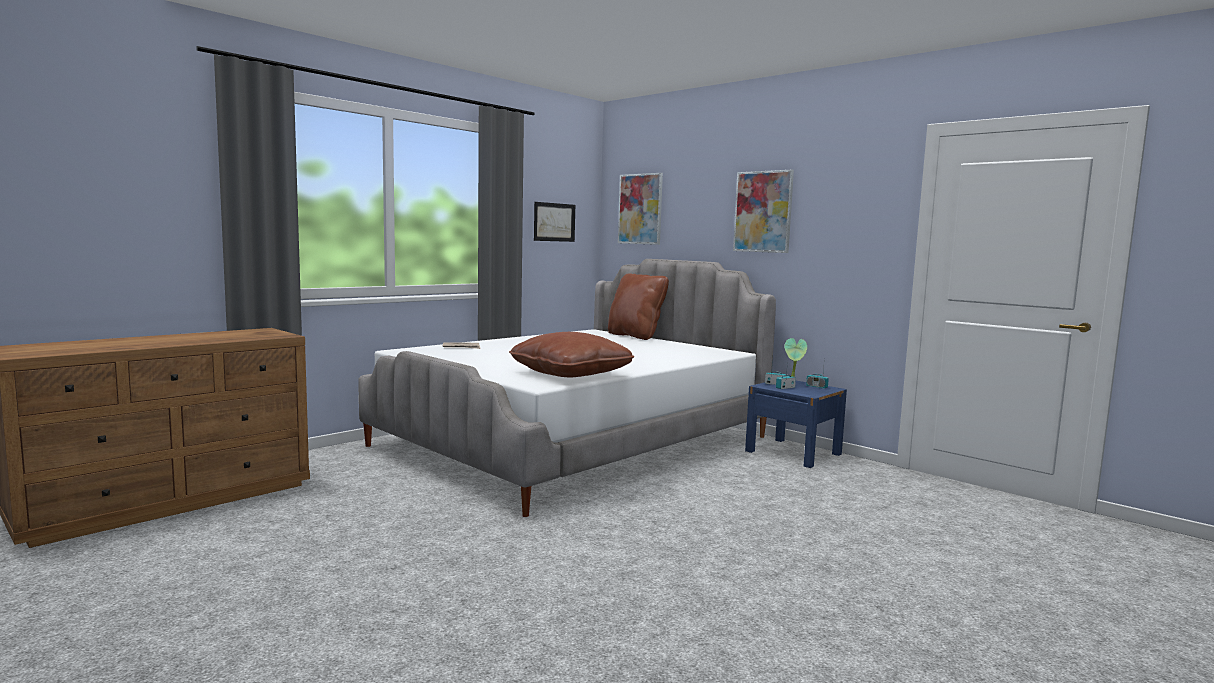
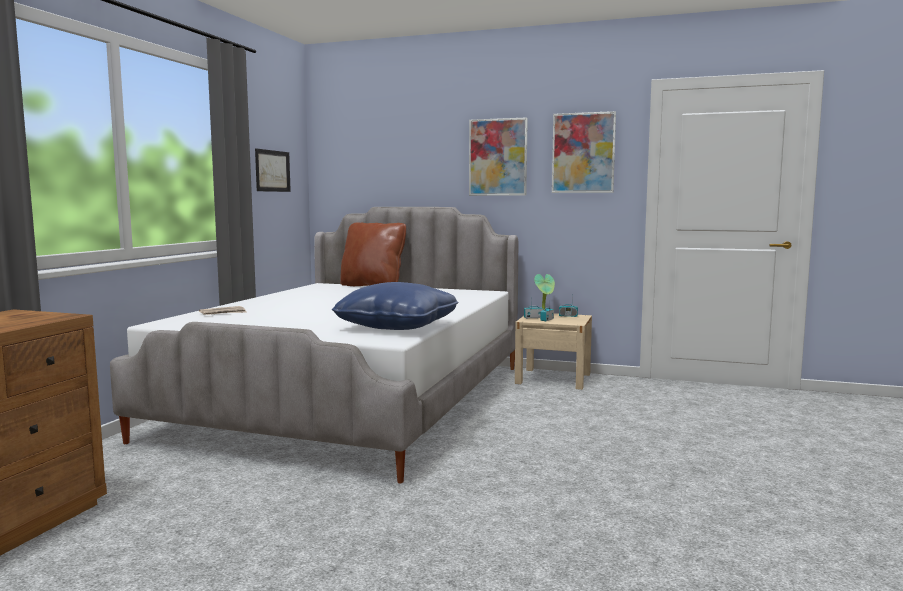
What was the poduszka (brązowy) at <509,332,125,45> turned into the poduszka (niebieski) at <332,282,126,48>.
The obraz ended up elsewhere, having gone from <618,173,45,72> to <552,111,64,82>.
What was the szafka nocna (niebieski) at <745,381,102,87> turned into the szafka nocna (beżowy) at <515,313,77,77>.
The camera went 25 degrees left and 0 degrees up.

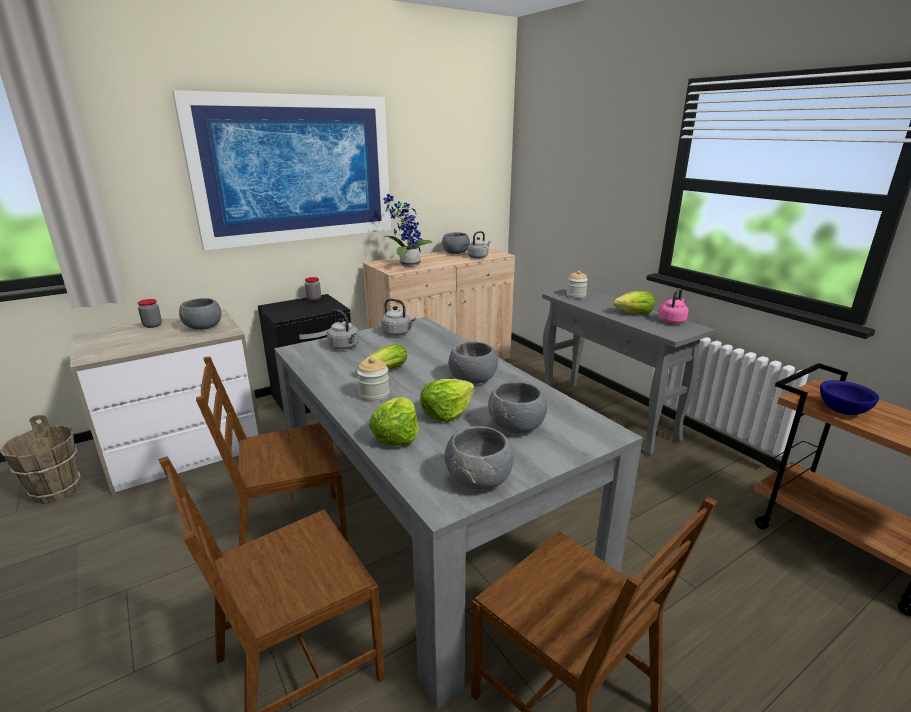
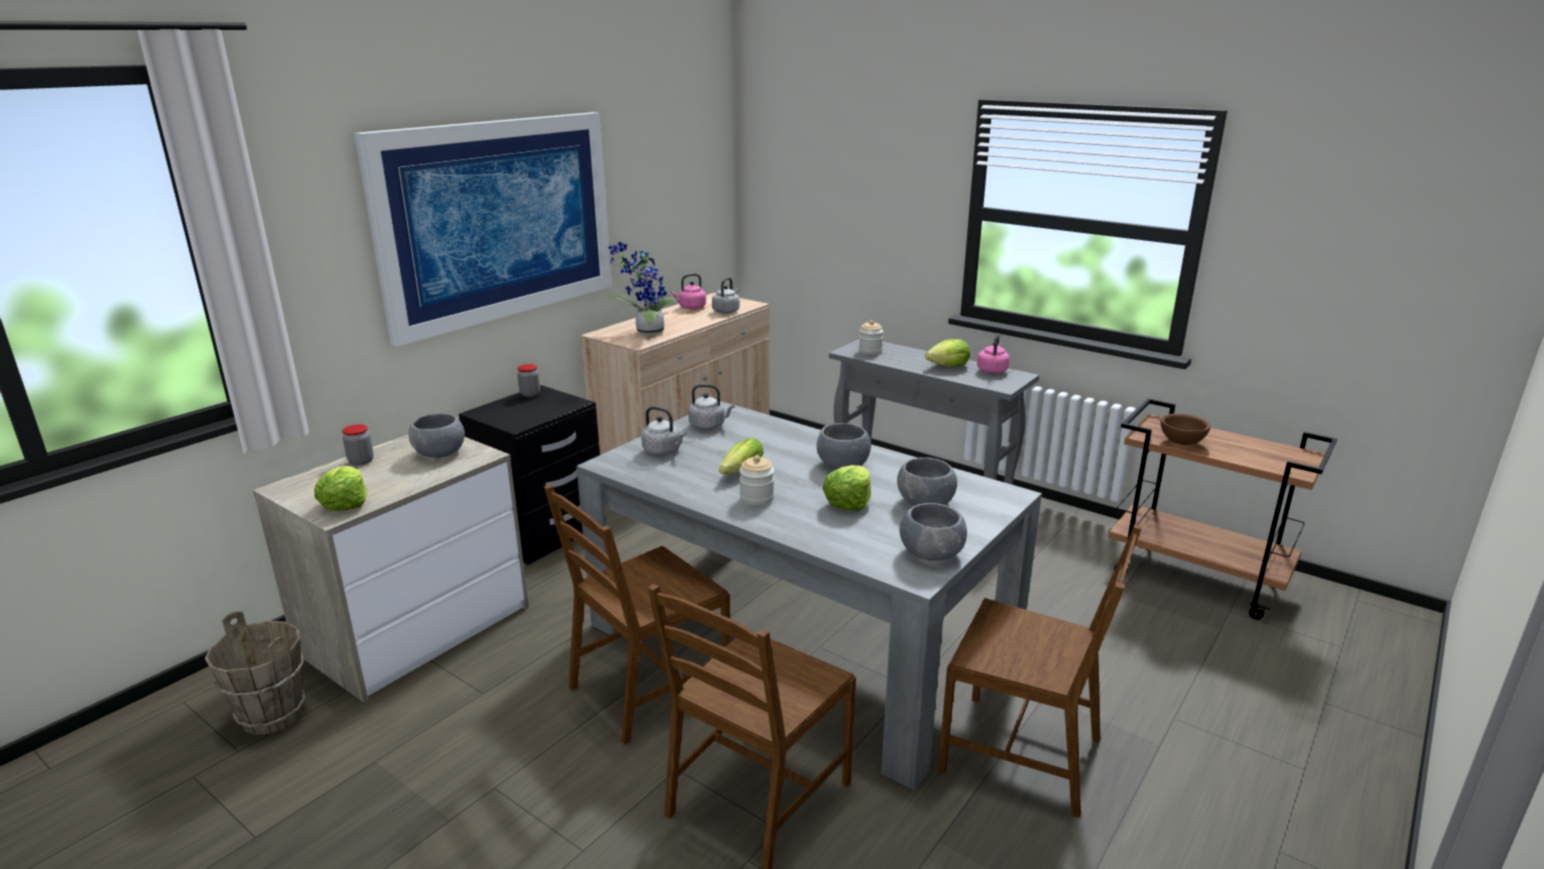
The sałata ended up elsewhere, having gone from <369,397,50,49> to <314,466,53,45>.
Where the miska (szary) stood at <442,232,28,22>, the czajnik (różowy) came to stand at <671,274,35,35>.
What was the miska (niebieski) at <820,380,59,35> turned into the miska (brązowy) at <1160,413,51,32>.
The camera went 20 degrees left and 0 degrees up.

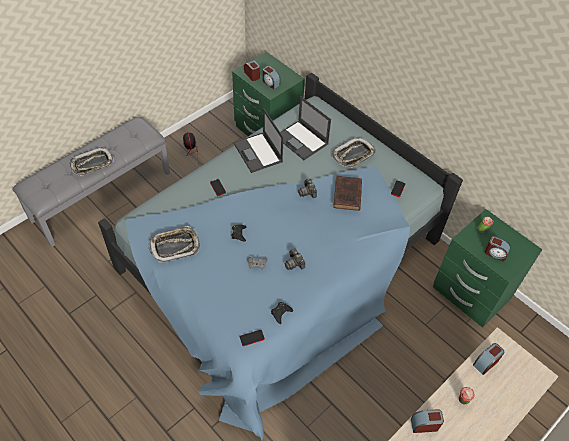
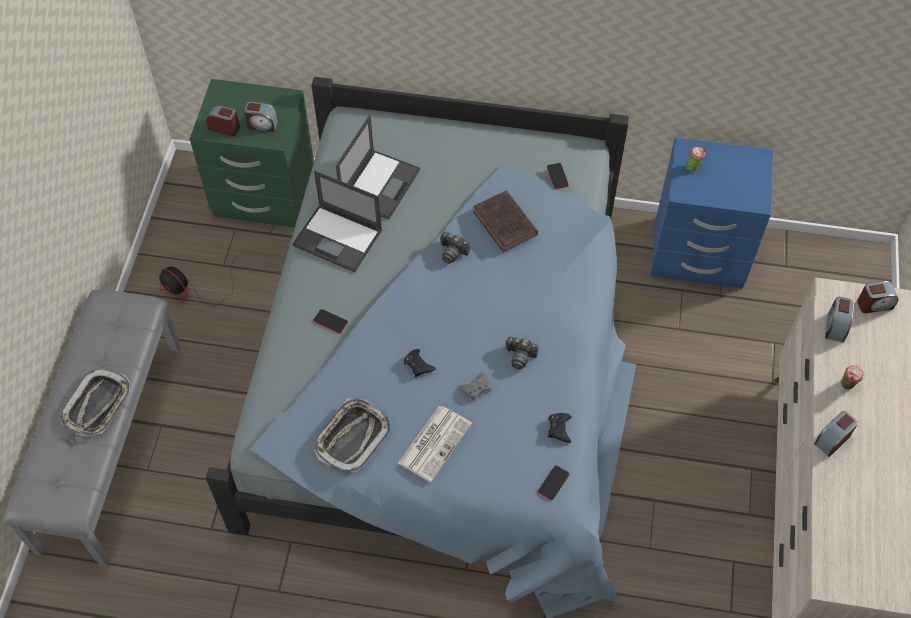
The laptop at <280,96,51,64> ended up facing another way, 75 degrees counterclockwise from before.
The second view lost the taca at <332,137,44,31>.
What was the szafka nocna (zielony) at <433,209,109,119> turned into the szafka nocna (niebieski) at <650,137,123,152>.
The budzik ended up elsewhere, having gone from <485,236,25,26> to <857,281,42,32>.
The second view gained the gazeta at <398,406,74,76>.
The camera went 35 degrees left and 5 degrees up.

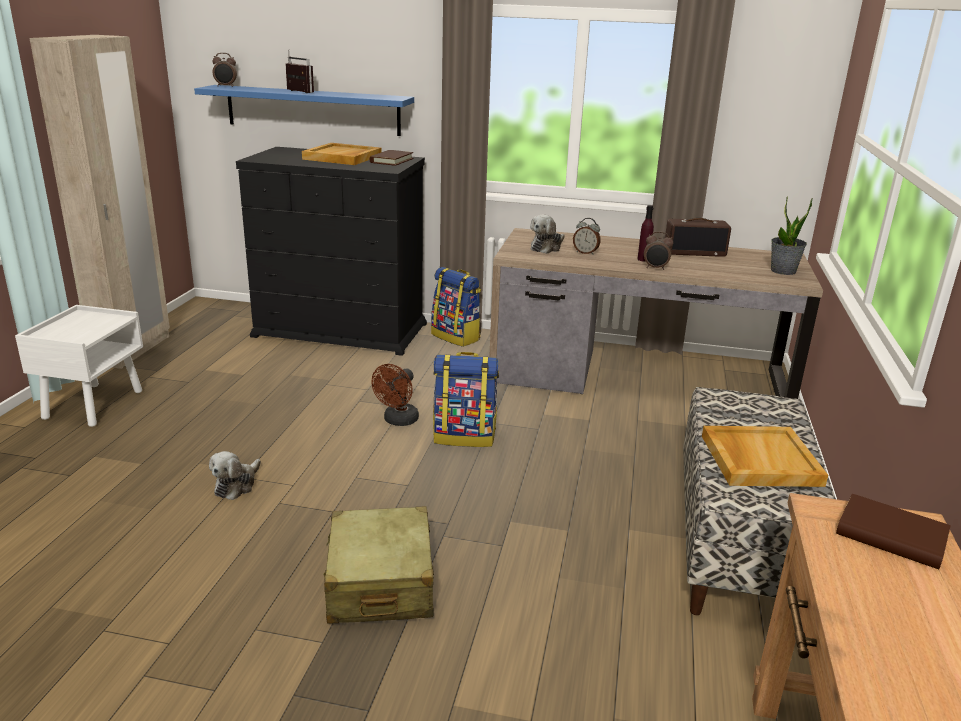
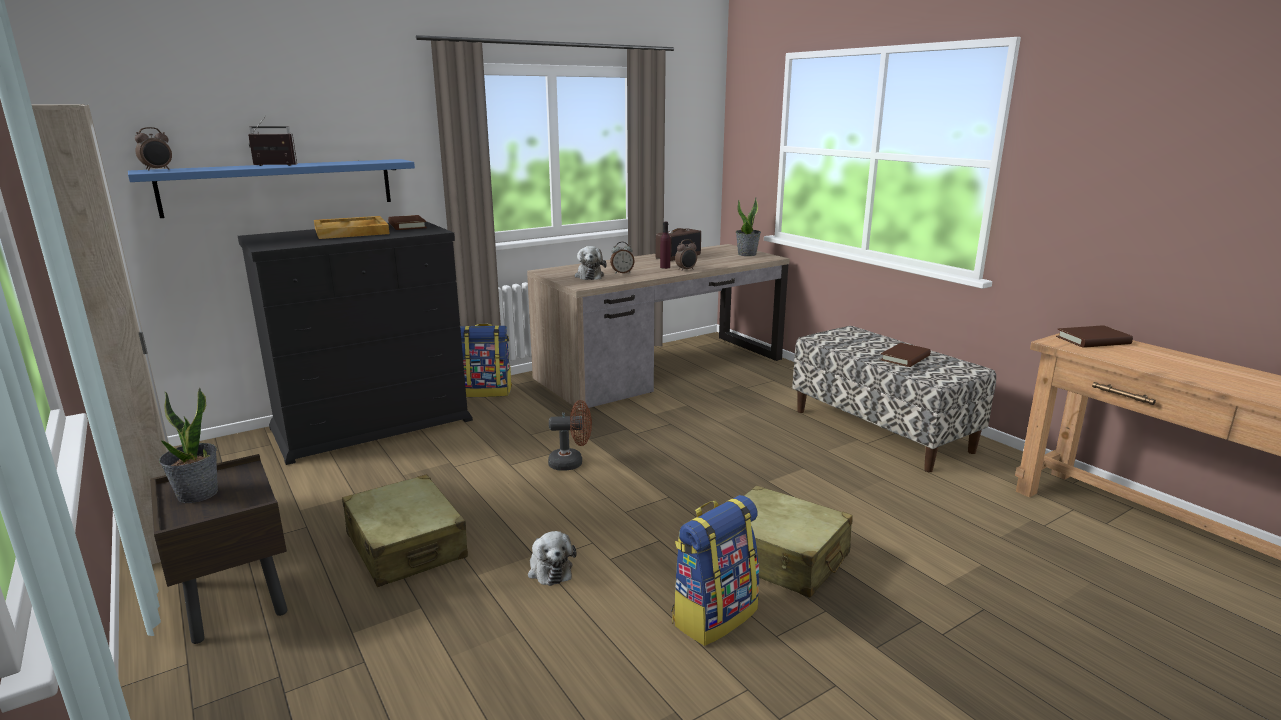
What was the szafka nocna (biały) at <15,305,128,122> turned into the szafka nocna (brązowy) at <150,454,137,190>.
The wentylator (brązowy) at <371,364,48,62> ended up facing another way, 75 degrees counterclockwise from before.
The plecak ended up elsewhere, having gone from <433,352,66,95> to <671,495,88,151>.
Where the taca (beżowy) stood at <702,426,126,61>, the książka (brązowy) came to stand at <880,343,51,24>.
The second view gained the roślina doniczkowa at <159,388,59,115>.
The second view gained the walizka (beżowy) at <342,474,126,113>.
The camera went 45 degrees left and 5 degrees down.

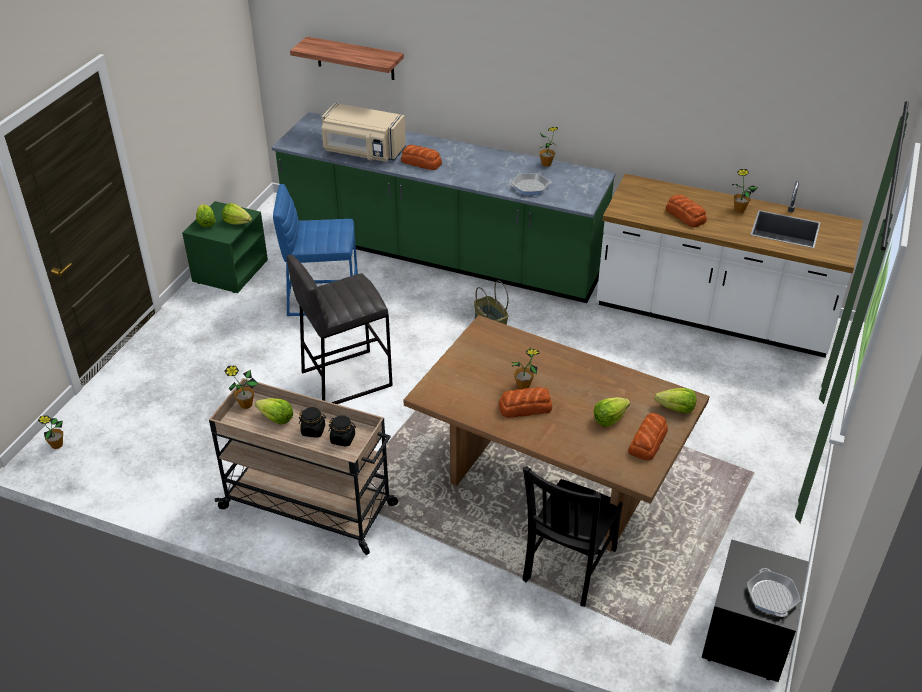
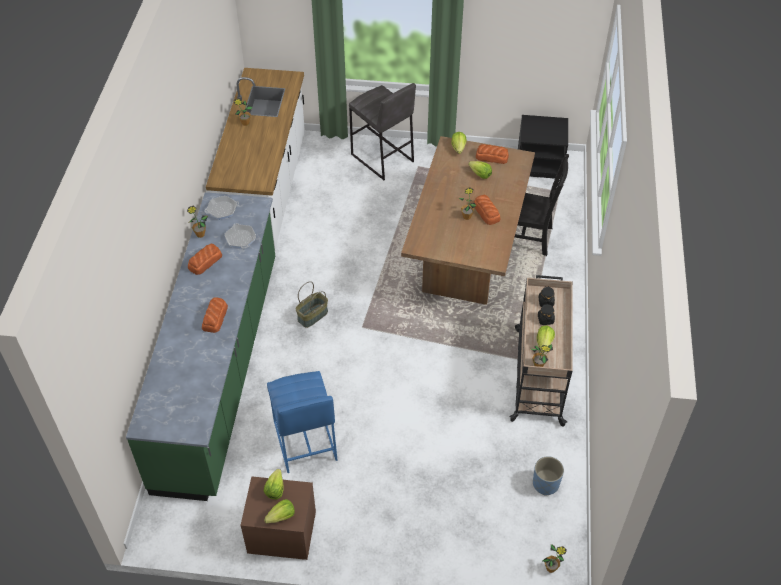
What was the szafka nocna (zielony) at <182,201,86,92> turned into the szafka nocna (brązowy) at <240,476,76,84>.
The stołek (szary) ended up elsewhere, having gone from <287,254,106,150> to <349,83,67,97>.
The second view lost the półka at <290,36,114,44>.
The second view lost the mikrofalówka (beżowy) at <322,103,84,59>.
The chleb ended up elsewhere, having gone from <666,194,41,33> to <188,243,34,32>.
The patelnia ended up elsewhere, having gone from <747,568,54,49> to <205,196,34,24>.
The second view gained the donica (niebieski) at <533,456,31,40>.
The camera went 105 degrees left and 10 degrees up.

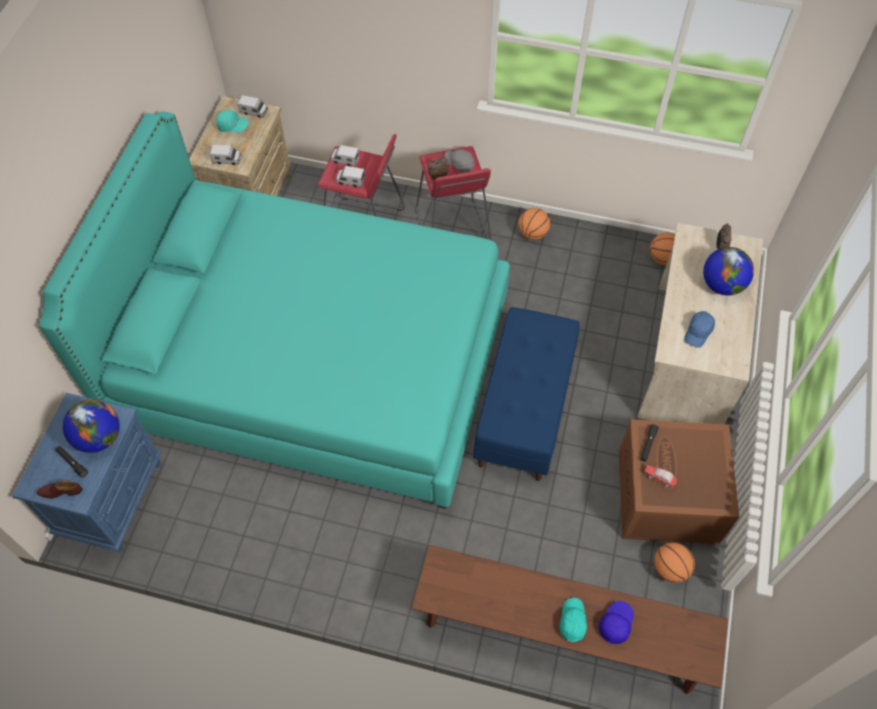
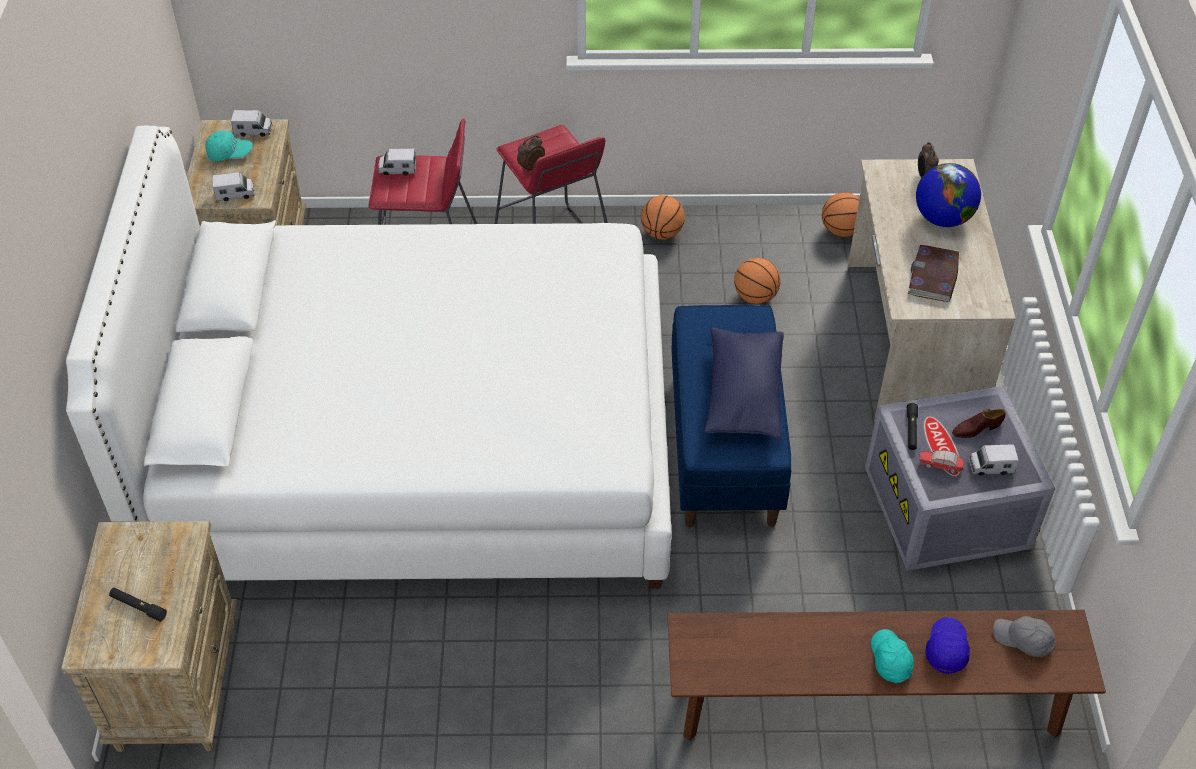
What was the szafka nocna (niebieski) at <12,393,150,159> turned into the szafka nocna (beżowy) at <61,521,176,231>.
The but (brązowy) ended up elsewhere, having gone from <37,480,46,19> to <952,409,53,29>.
What was the łóżko (turkusowy) at <39,111,471,398> turned into the łóżko (biały) at <66,126,605,463>.
The second view lost the globus at <63,399,57,54>.
The ciężarówka zabawkowa ended up elsewhere, having gone from <336,166,29,22> to <969,444,50,32>.
The czapka z daszkiem (szary) ended up elsewhere, having gone from <444,149,31,23> to <993,616,62,41>.
What was the pojemnik do przechowywania (brązowy) at <619,419,120,125> turned into the pojemnik do przechowywania (szary) at <865,386,190,185>.
The piłka do koszykówki ended up elsewhere, having gone from <654,542,41,41> to <734,258,47,46>.
Where the czapka z daszkiem (niebieski) stood at <684,311,31,37>, the książka came to stand at <908,245,51,57>.
The second view gained the poduszka (niebieski) at <704,327,80,112>.
The camera went 15 degrees left and 10 degrees down.

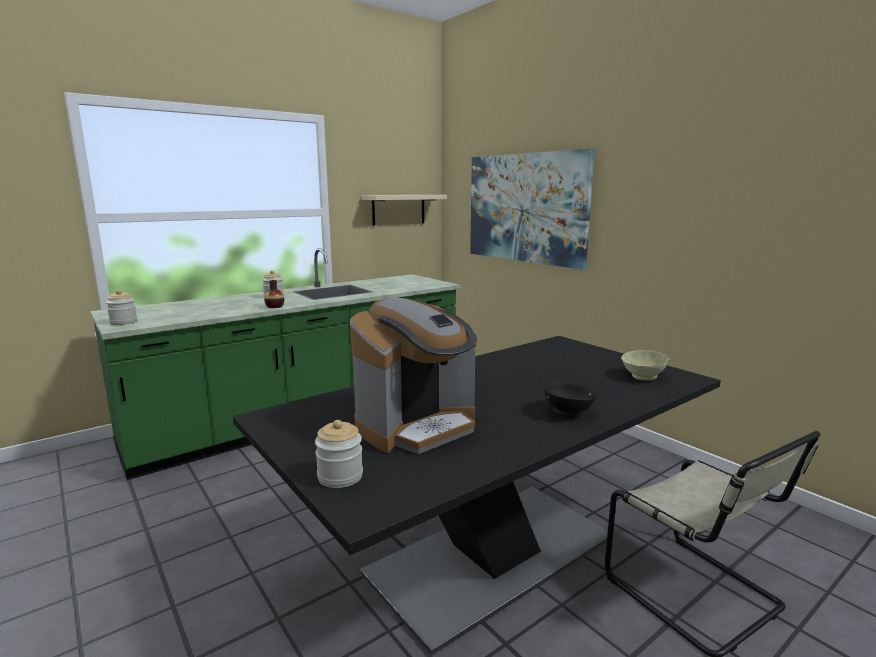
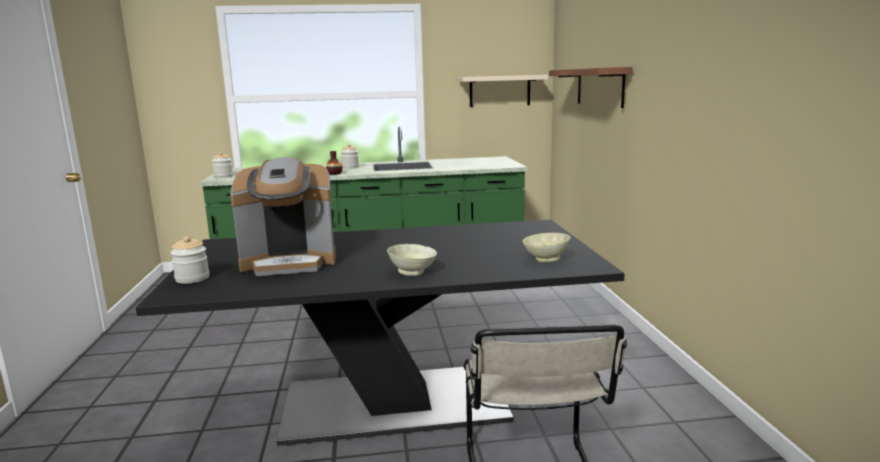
Where the obraz hung at <470,149,125,121>, the półka came to hang at <549,67,83,41>.
What was the miska (czarny) at <543,382,55,36> turned into the miska (beżowy) at <387,244,50,32>.
The camera went 30 degrees right and 0 degrees up.

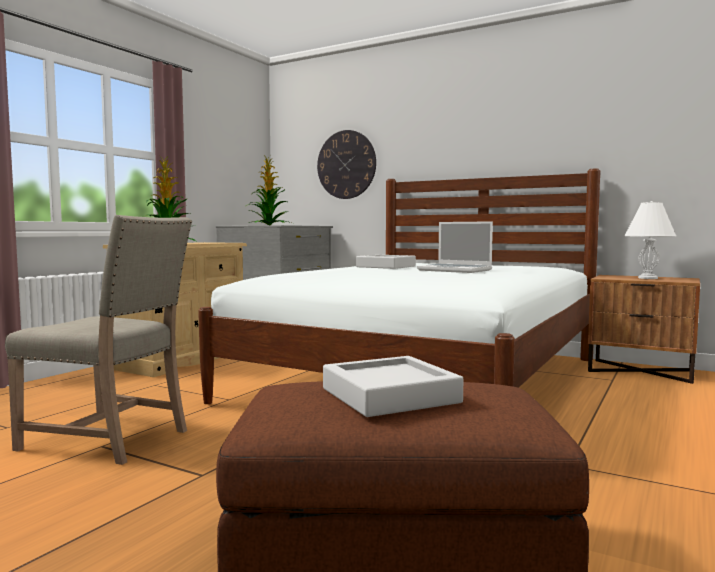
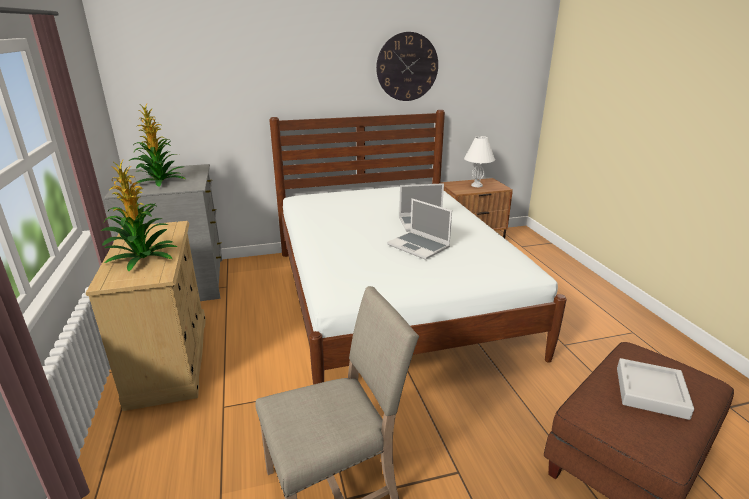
The zegar ścienny ended up elsewhere, having gone from <317,130,59,69> to <376,32,62,69>.
The second view lost the taca (szary) at <356,255,60,14>.
The second view gained the laptop at <387,198,65,62>.
The camera went 45 degrees left and 20 degrees up.

